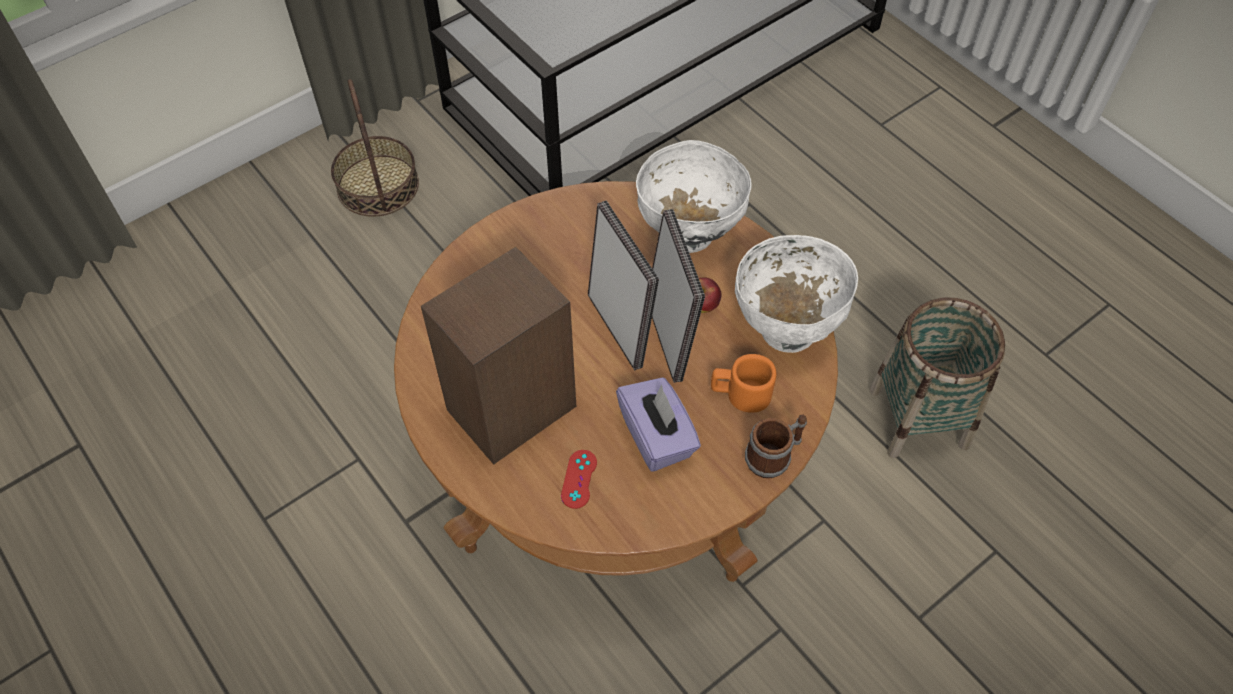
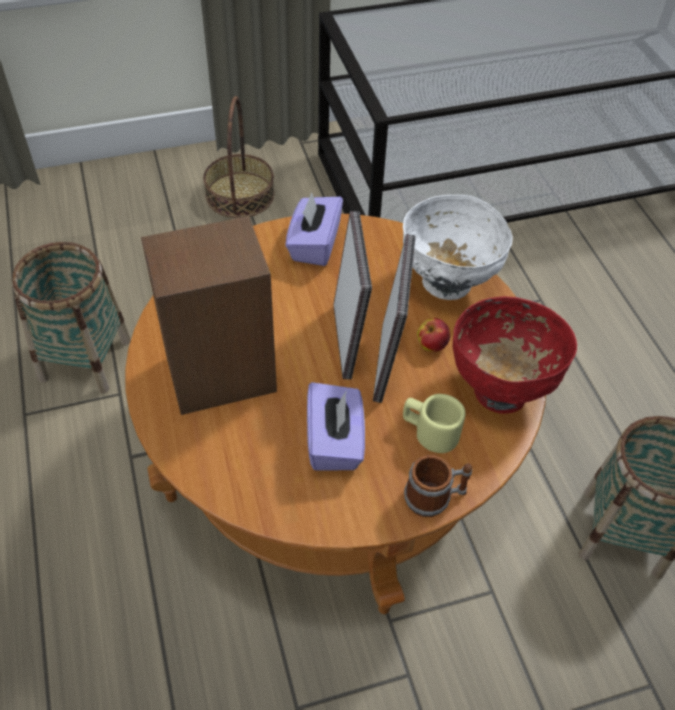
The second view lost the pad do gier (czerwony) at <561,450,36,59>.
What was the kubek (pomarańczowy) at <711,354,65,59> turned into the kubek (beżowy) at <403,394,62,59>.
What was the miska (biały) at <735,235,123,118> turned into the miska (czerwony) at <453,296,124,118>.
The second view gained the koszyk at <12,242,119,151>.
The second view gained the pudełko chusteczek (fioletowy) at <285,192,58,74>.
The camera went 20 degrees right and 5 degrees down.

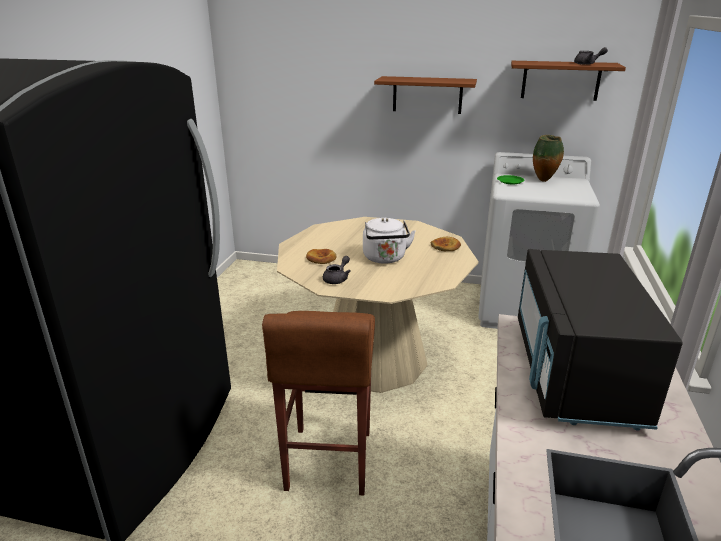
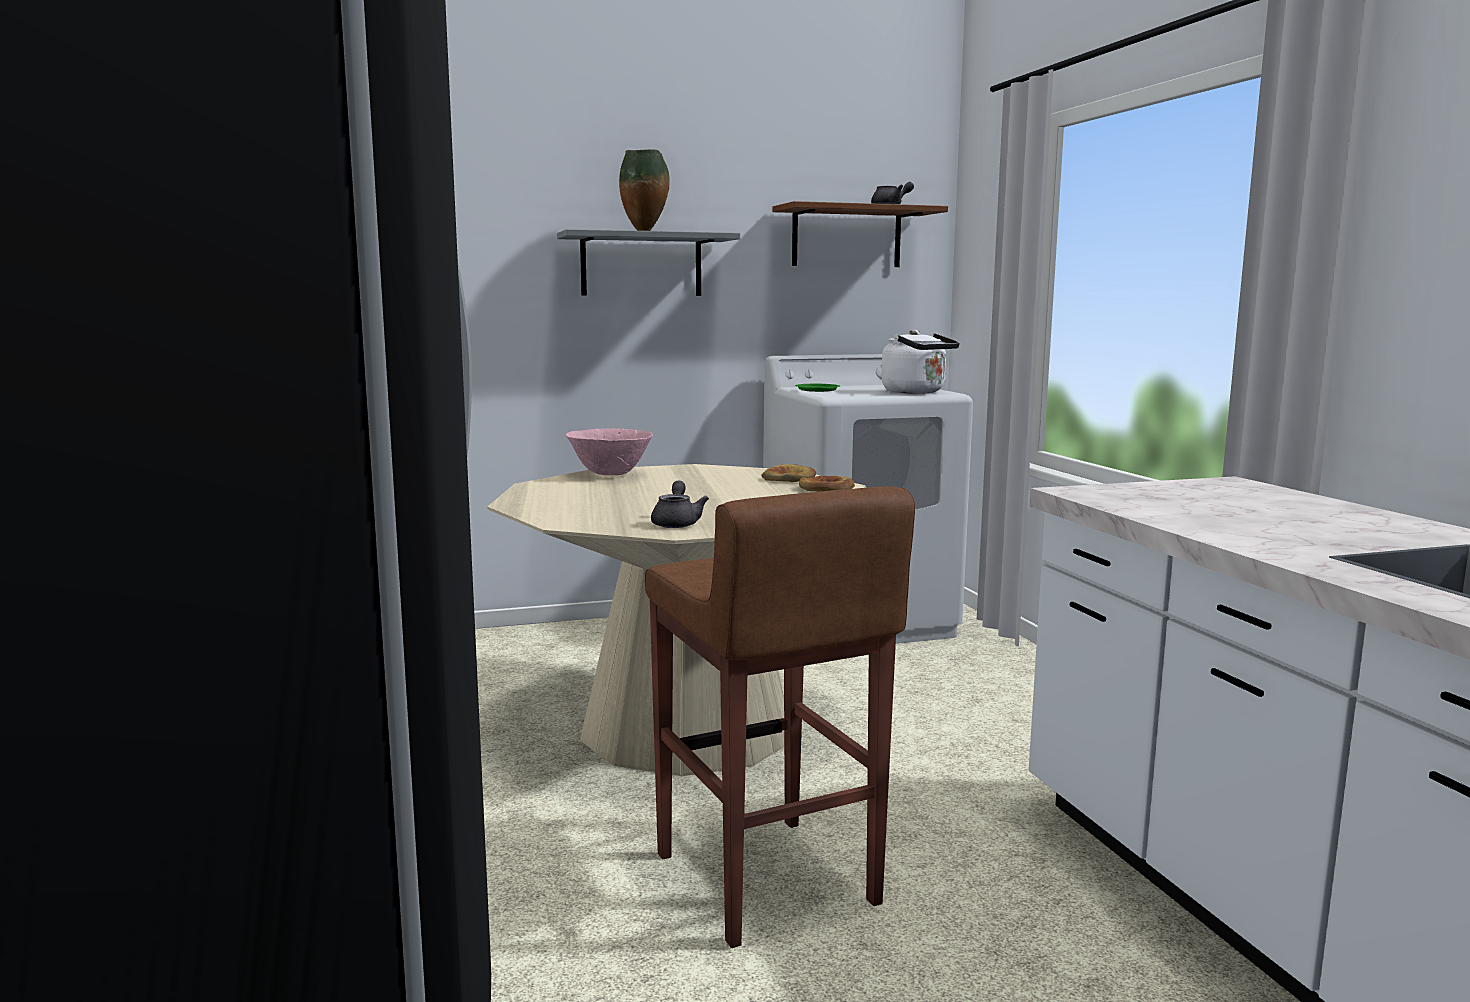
The chleb ended up elsewhere, having gone from <306,249,30,15> to <799,476,56,16>.
The czajnik (biały) ended up elsewhere, having gone from <363,218,53,46> to <882,330,78,64>.
What was the półka (brązowy) at <374,76,103,38> turned into the półka (szary) at <557,229,183,67>.
The second view lost the mikrofalówka (czarny) at <518,249,165,182>.
The wazon ended up elsewhere, having gone from <533,135,31,47> to <619,149,51,82>.
The second view gained the miska (różowy) at <566,429,87,46>.
The camera went 30 degrees left and 15 degrees down.

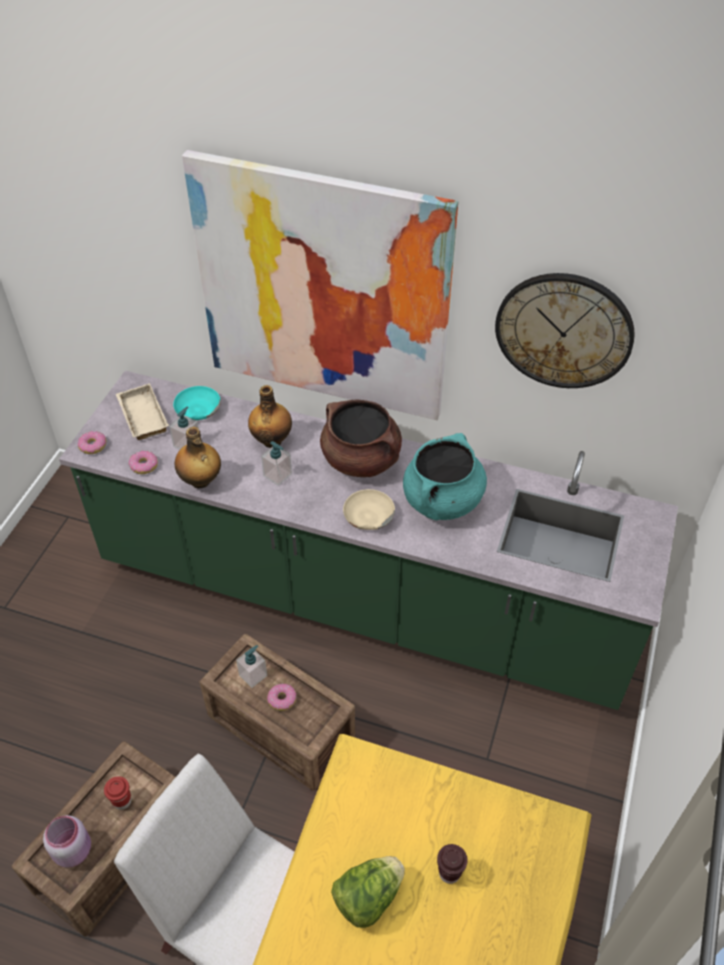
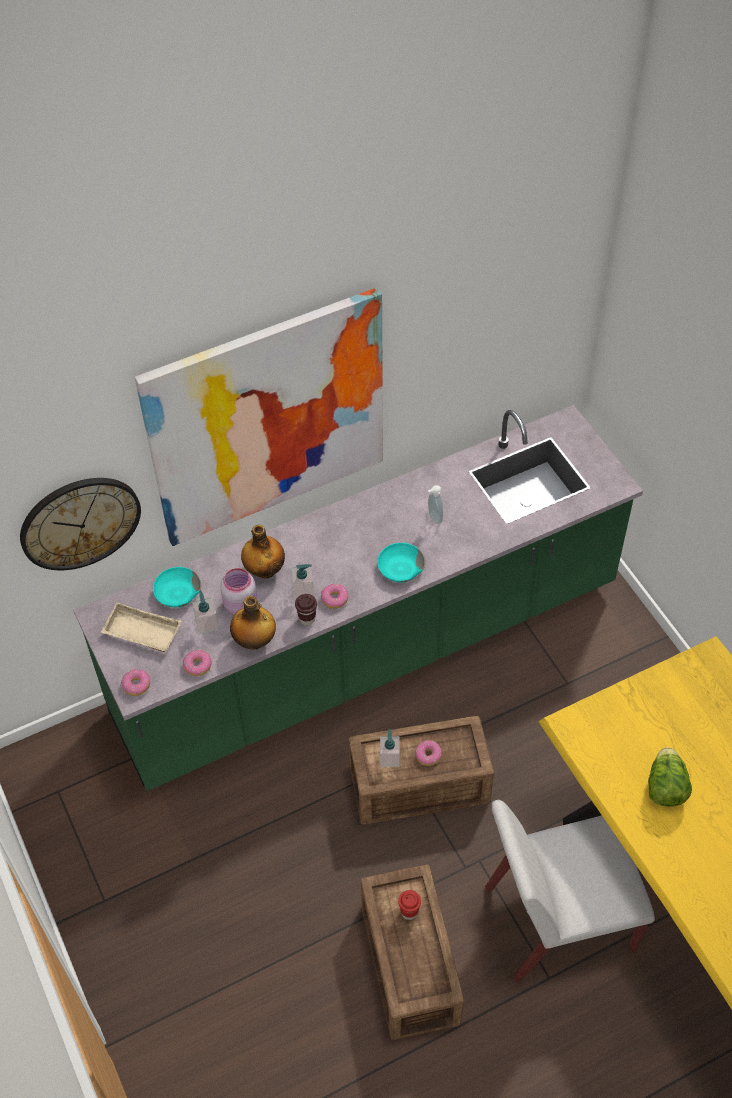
The słoik (różowy) ended up elsewhere, having gone from <43,815,48,53> to <220,568,37,47>.
The second view lost the garnek (brązowy) at <320,399,82,78>.
What was the miska (beżowy) at <343,489,52,41> turned into the miska (turkusowy) at <377,543,48,39>.
Where the garnek (turkusowy) stood at <403,433,84,87>, the dozownik mydła came to stand at <428,485,15,39>.
The filiżanka (brązowy) ended up elsewhere, having gone from <437,844,31,40> to <295,594,22,31>.
The zegar ścienny ended up elsewhere, having gone from <495,273,140,115> to <20,478,121,92>.
The second view gained the donut at <321,584,27,25>.
The camera went 45 degrees left and 5 degrees up.

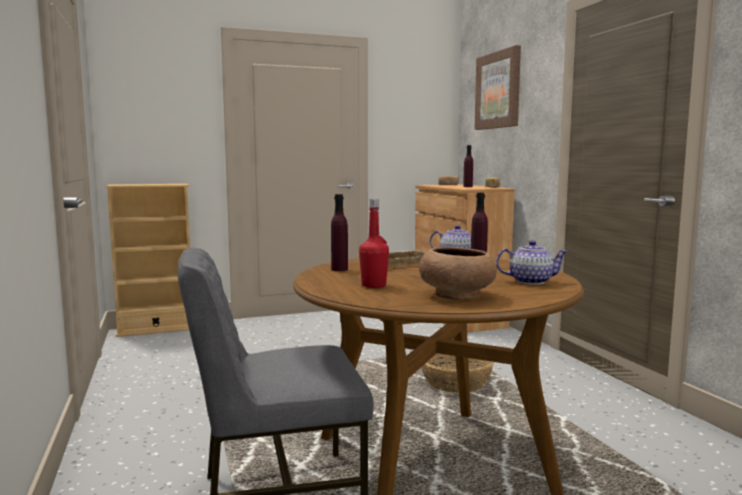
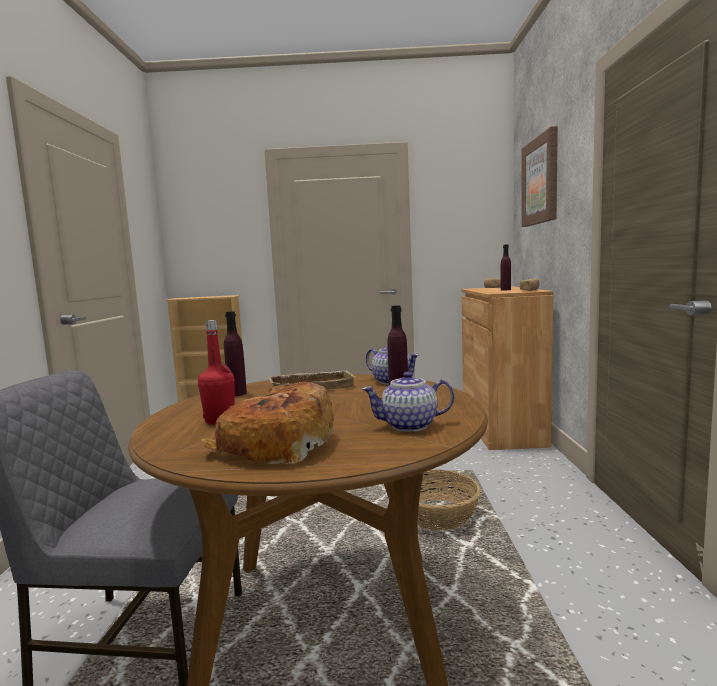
Where the miska (brązowy) stood at <419,247,78,53>, the chleb came to stand at <201,382,133,82>.
The imbryk at <496,240,73,45> ended up facing another way, 150 degrees clockwise from before.
The camera went 20 degrees right and 0 degrees up.

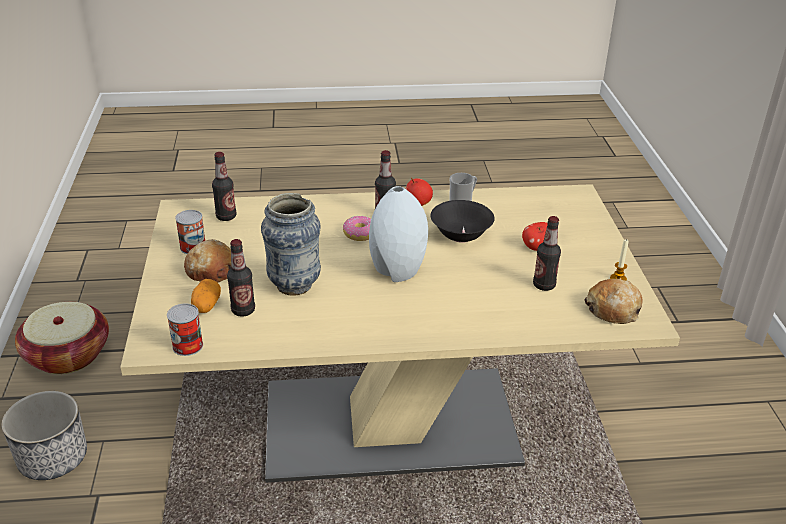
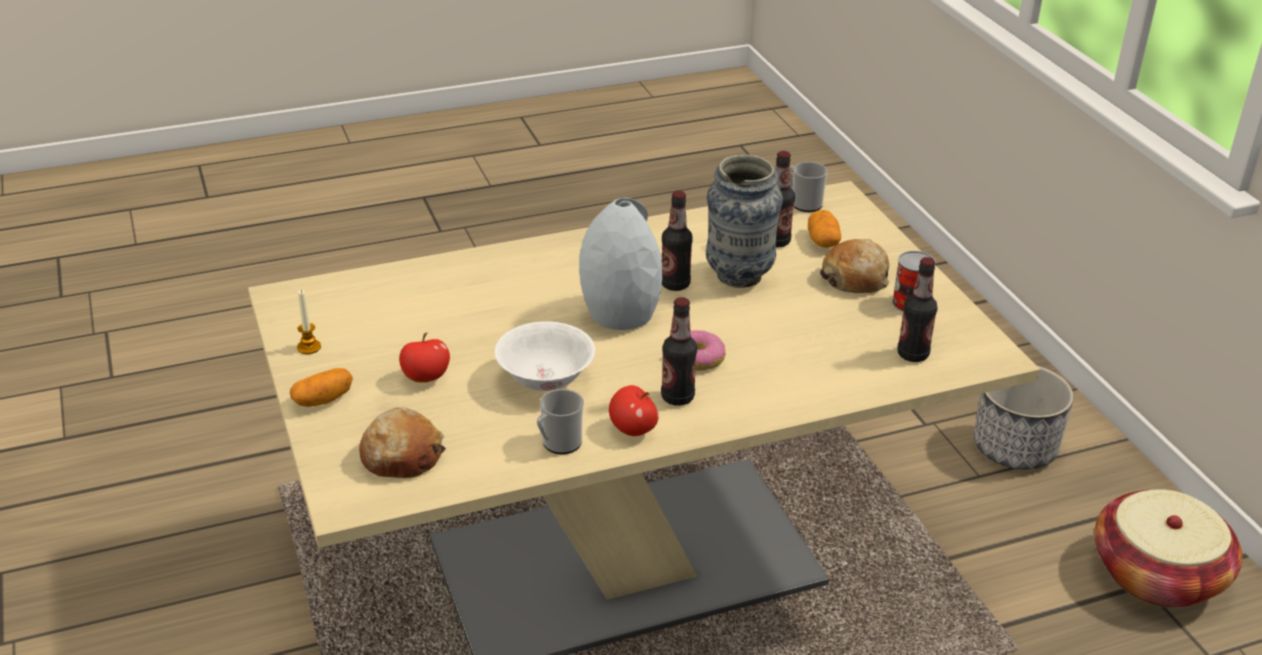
Where the puszka stood at <167,303,36,53>, the kubek came to stand at <790,162,38,50>.
What was the miska (czarny) at <430,200,65,43> turned into the miska (biały) at <495,321,100,70>.
The butelka ended up elsewhere, having gone from <533,216,28,75> to <662,191,31,100>.
The chleb ended up elsewhere, having gone from <584,279,59,45> to <359,407,87,71>.
The second view gained the ziemniak at <290,368,63,39>.
The camera went 165 degrees right and 0 degrees up.

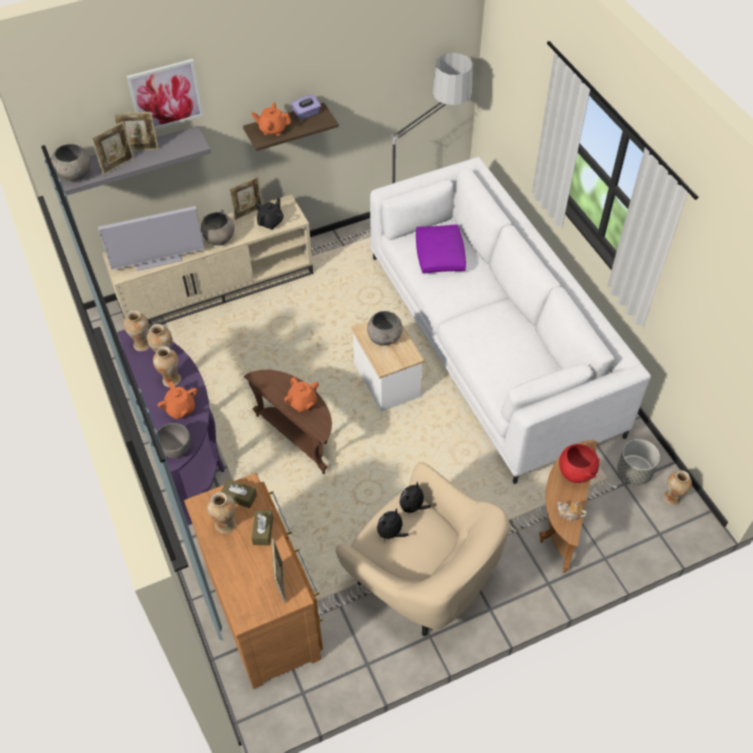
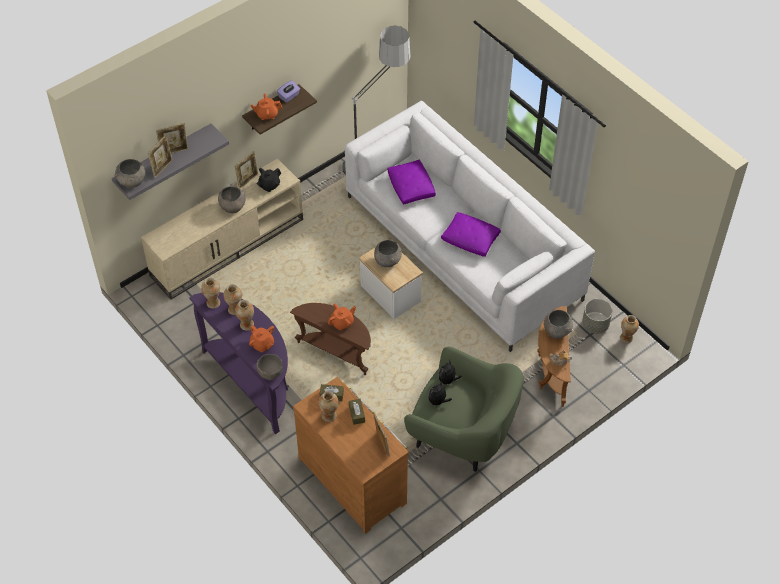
The second view lost the telewizor at <98,206,107,65>.
The second view lost the obraz at <126,59,78,71>.
The imbryk (czarny) at <255,198,29,32> ended up facing another way, 150 degrees counterclockwise from before.
The imbryk (pomarańczowy) at <284,377,35,35> ended up facing another way, 75 degrees counterclockwise from before.
What was the fotel (beżowy) at <336,462,174,174> turned into the fotel (zielony) at <404,347,120,125>.
What was the miska (czerwony) at <559,444,41,39> turned into the miska (szary) at <544,310,29,29>.
The second view gained the poduszka (fioletowy) at <441,212,60,45>.
The camera went 15 degrees left and 0 degrees up.

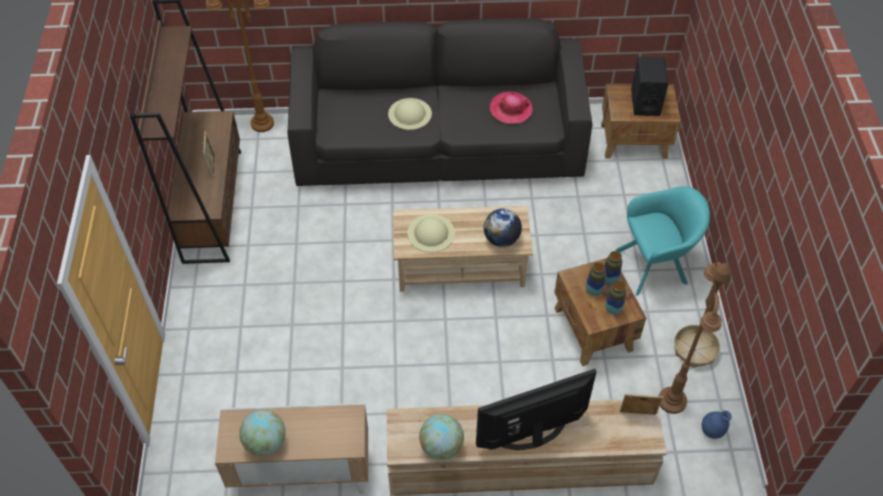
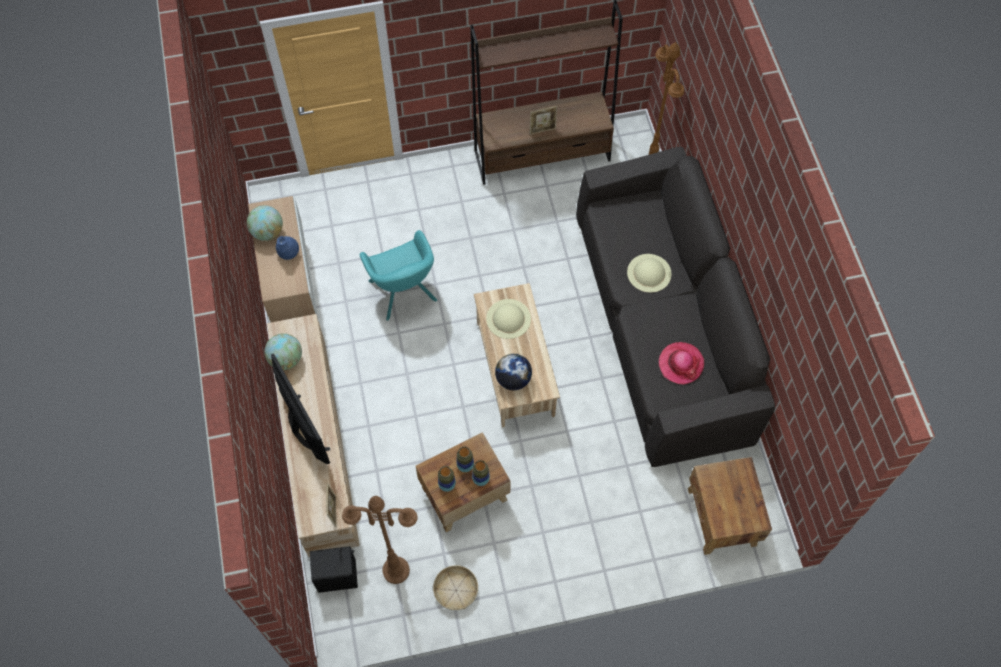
The fotel (turkusowy) ended up elsewhere, having gone from <616,186,94,110> to <360,230,77,91>.
The głośnik (czarny) ended up elsewhere, having gone from <631,57,37,59> to <310,546,48,47>.
The wazon (niebieski) ended up elsewhere, having gone from <702,410,30,29> to <276,236,23,24>.
The camera went 80 degrees right and 10 degrees up.

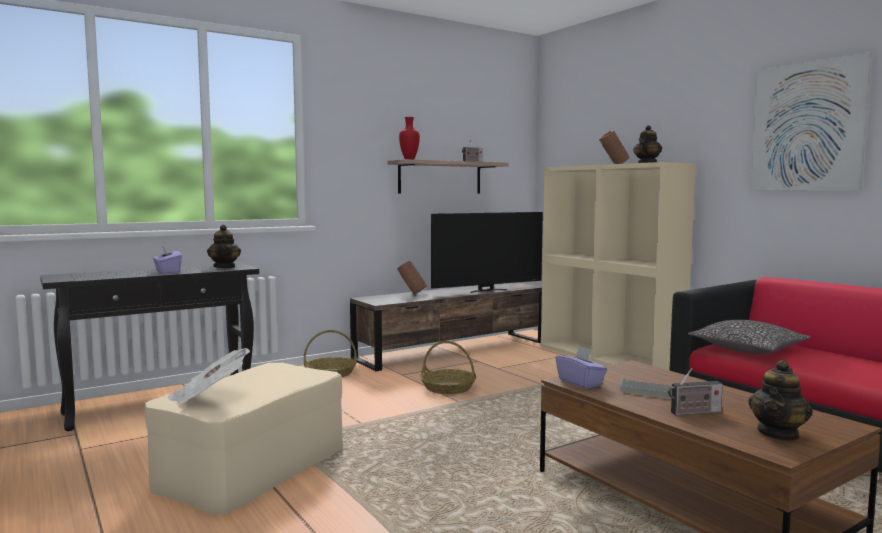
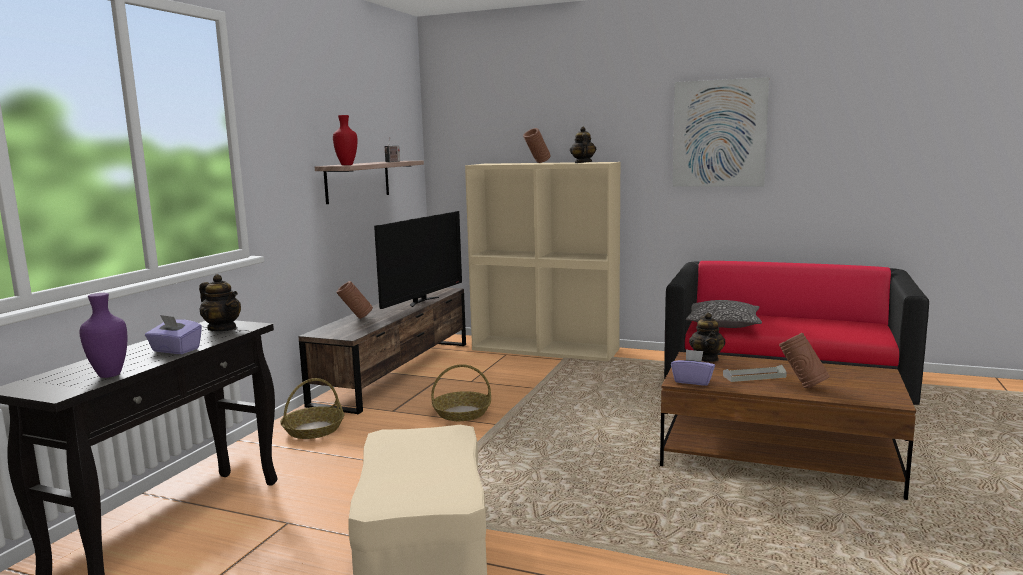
The second view lost the gazeta at <167,348,83,56>.
Where the radio stood at <668,368,55,47>, the wazon (brązowy) came to stand at <779,333,51,55>.
The imbryk ended up elsewhere, having gone from <748,360,64,81> to <689,312,36,50>.
The second view gained the wazon (fioletowy) at <79,293,48,85>.
The camera went 35 degrees left and 5 degrees up.

